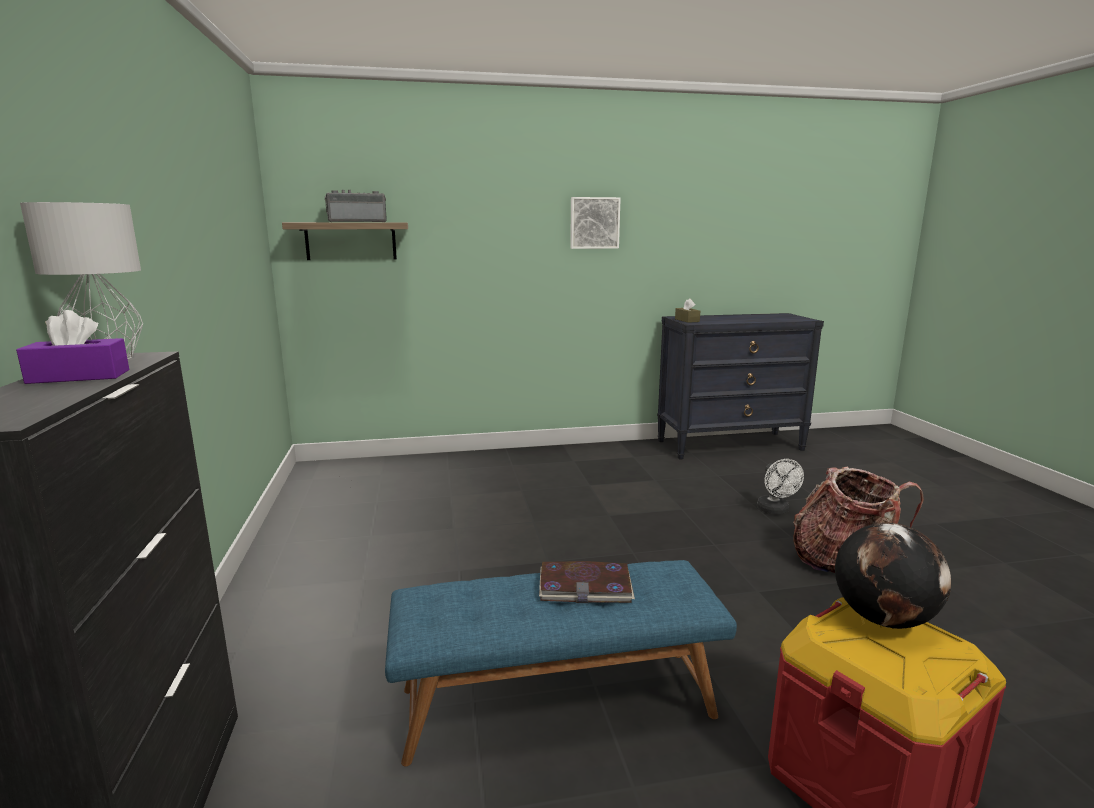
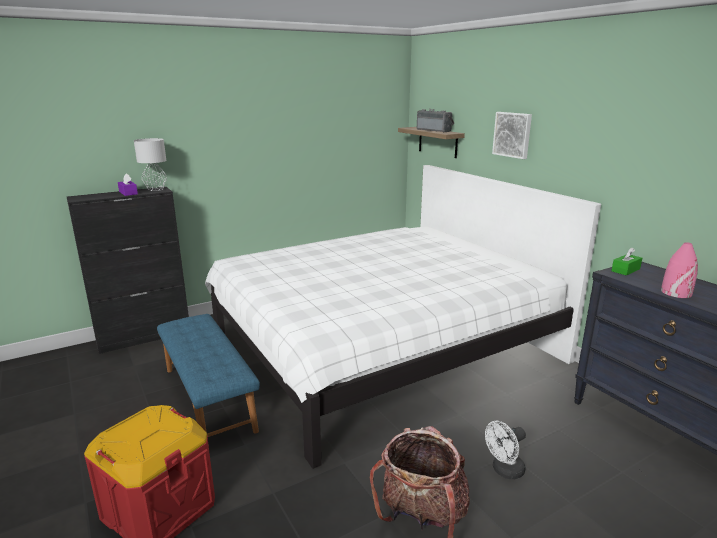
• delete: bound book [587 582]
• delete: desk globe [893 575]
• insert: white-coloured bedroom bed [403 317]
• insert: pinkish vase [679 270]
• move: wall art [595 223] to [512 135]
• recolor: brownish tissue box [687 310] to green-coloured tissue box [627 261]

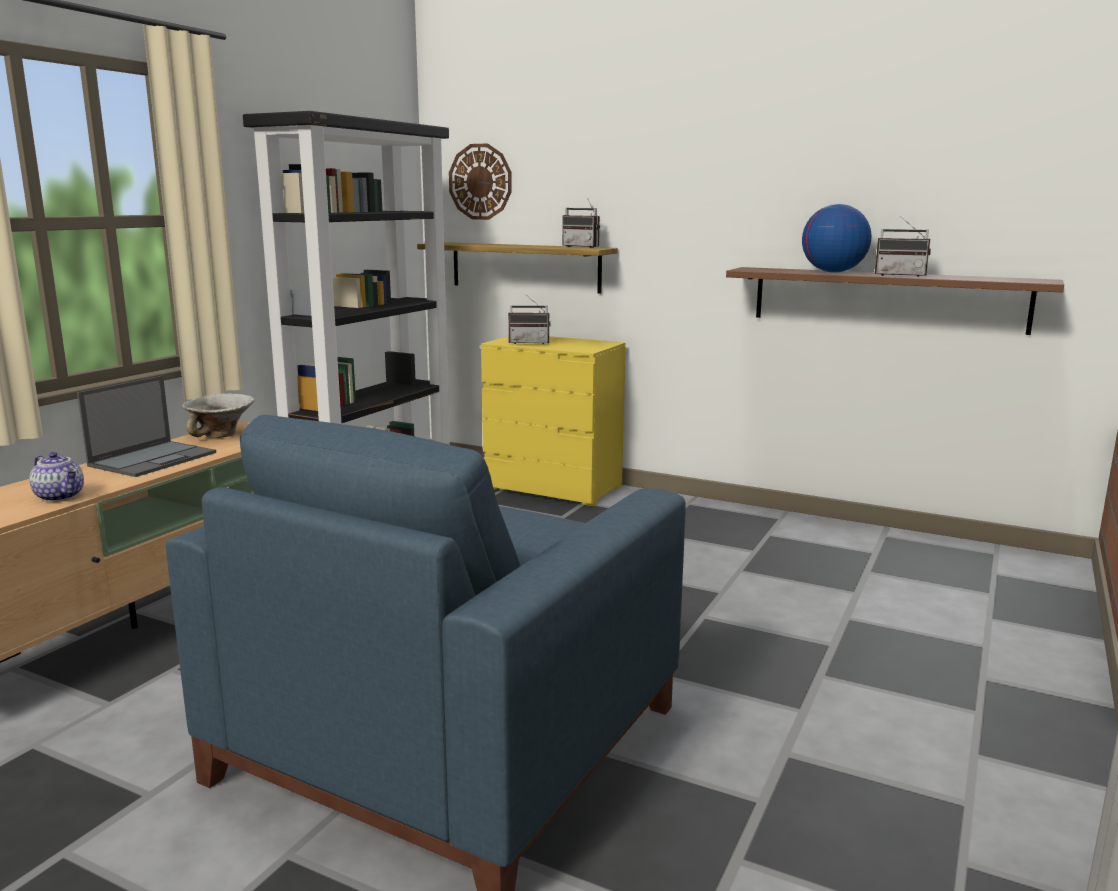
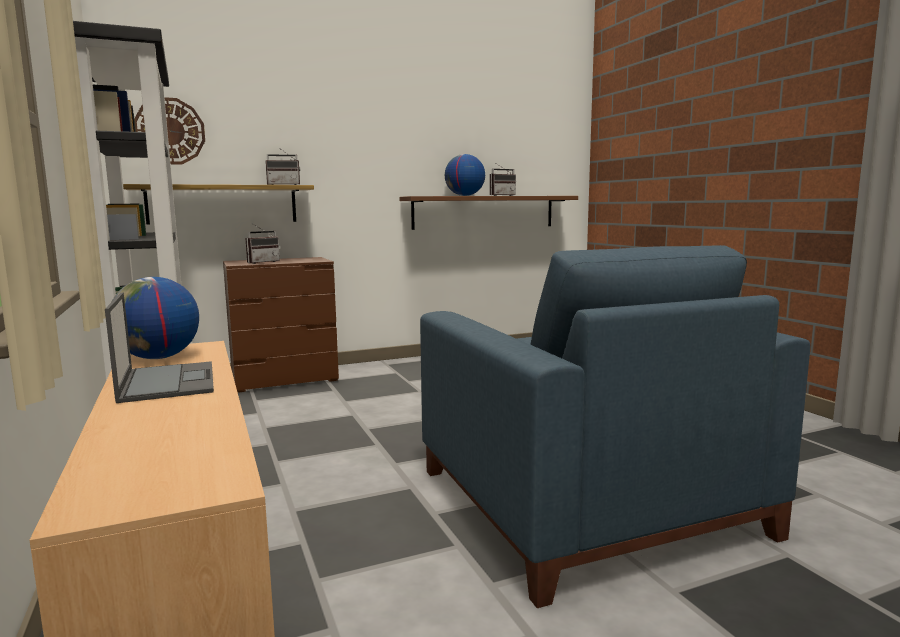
• delete: teapot [56 477]
• replace: serving bowl [218 415] to desk globe [155 318]
• recolor: yellow drawer chest [553 421] to brownish drawer chest [281 325]

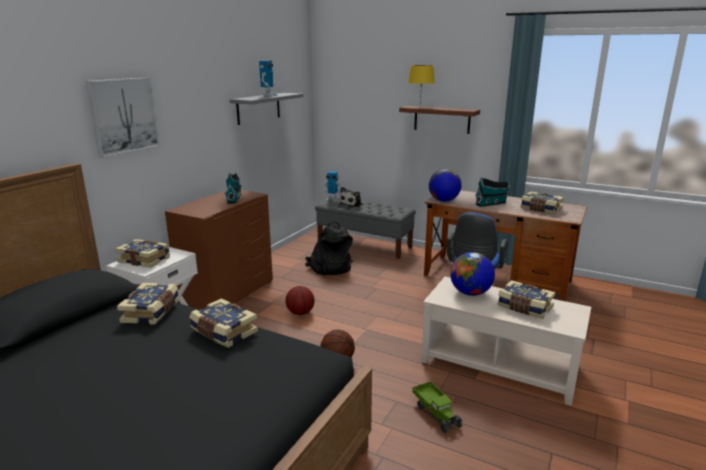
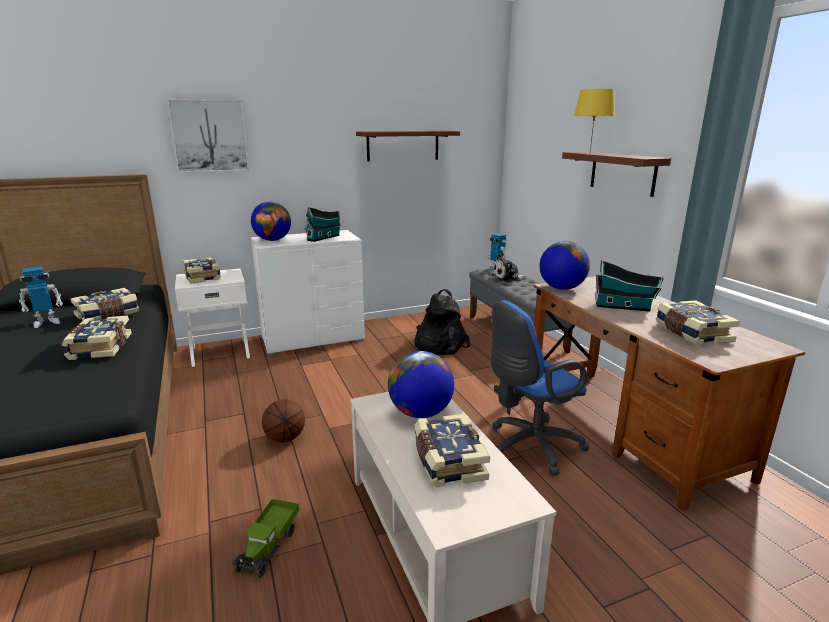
• delete: basketball ball [300 300]
• insert: desk globe [271 221]
• move: robot figure [268 79] to [41 297]
• recolor: brownish drawer chest [219 250] to white-coloured drawer chest [308 292]
• recolor: grey shelf [266 109] to brownish shelf [408 146]

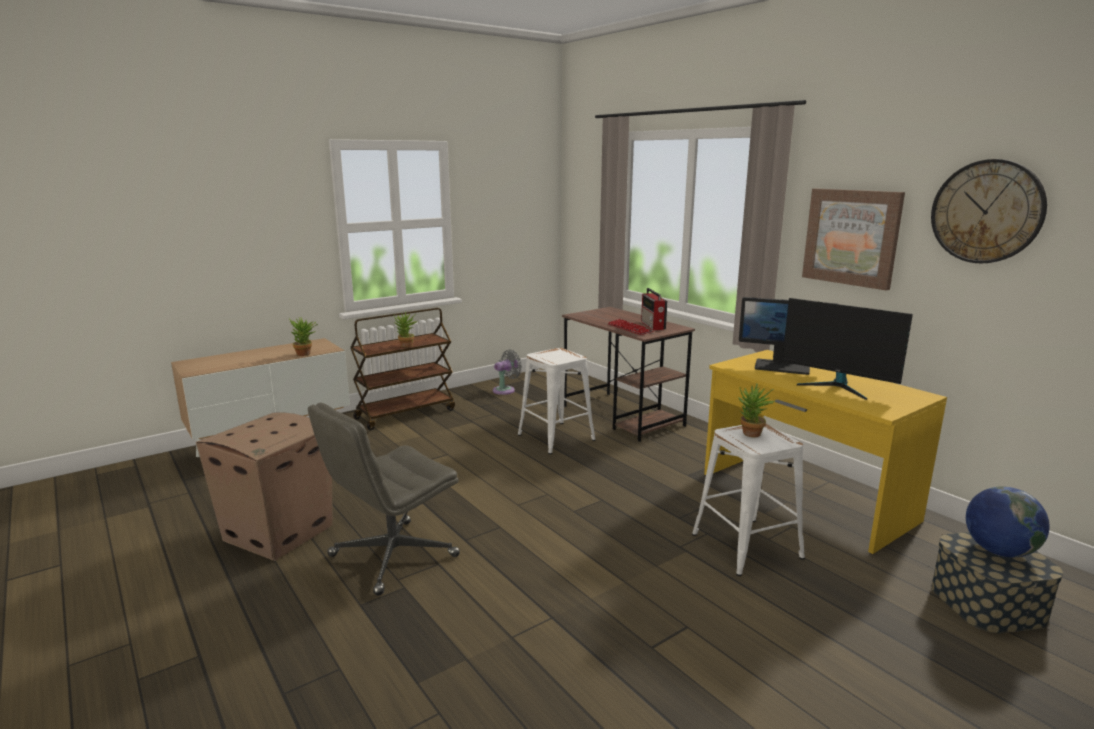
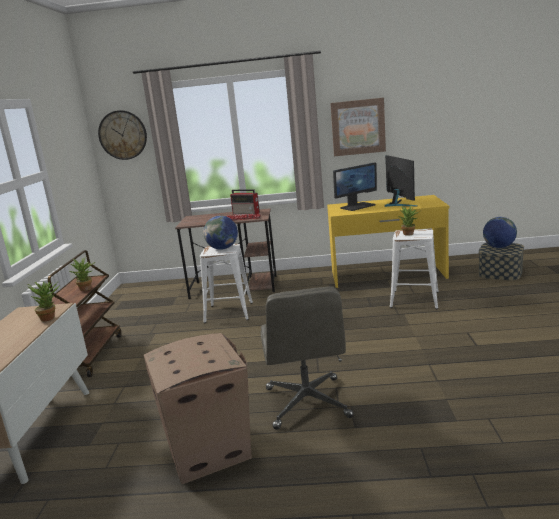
• delete: grey electric fan [507 372]
• insert: desk globe [221 232]
• move: hanging clock [989 211] to [122 135]
• rotate: computer screen [847 349] = [401 181] 90 degrees counterclockwise

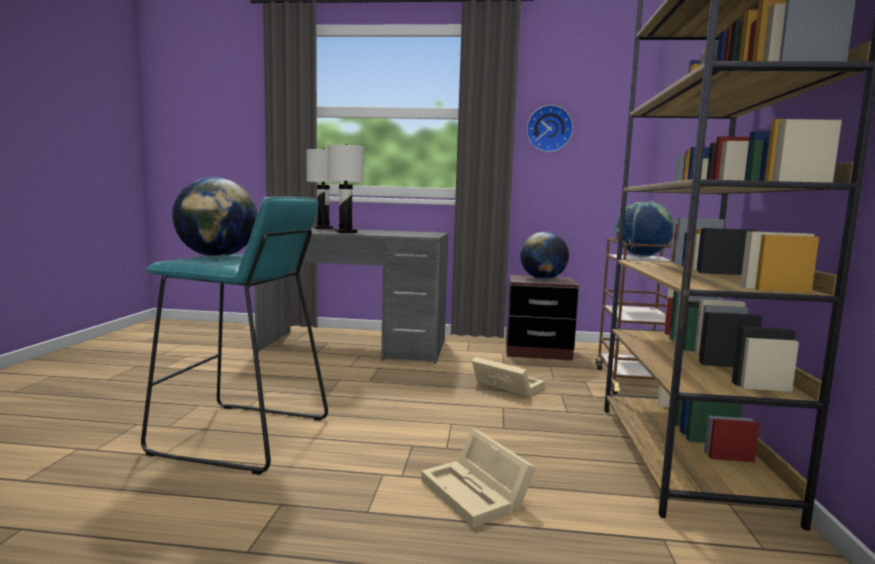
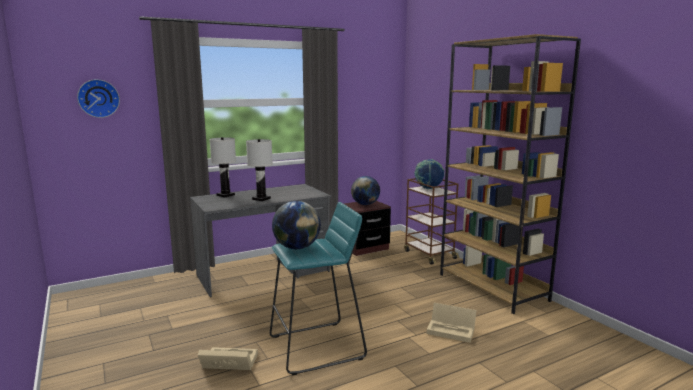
• move: beige storage box [508 376] to [228 358]
• move: hanging clock [550 128] to [98 98]

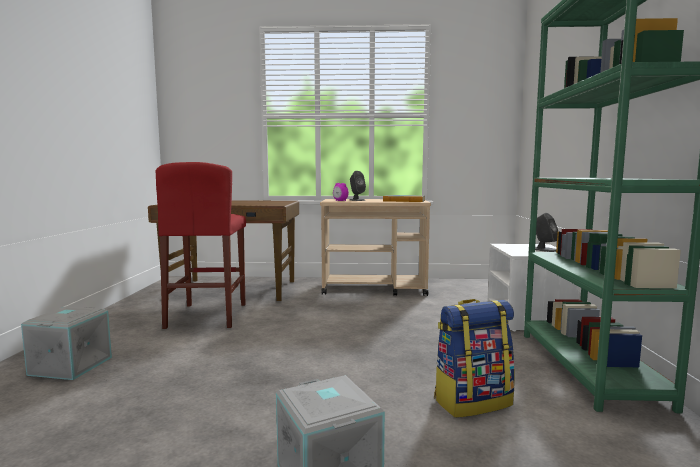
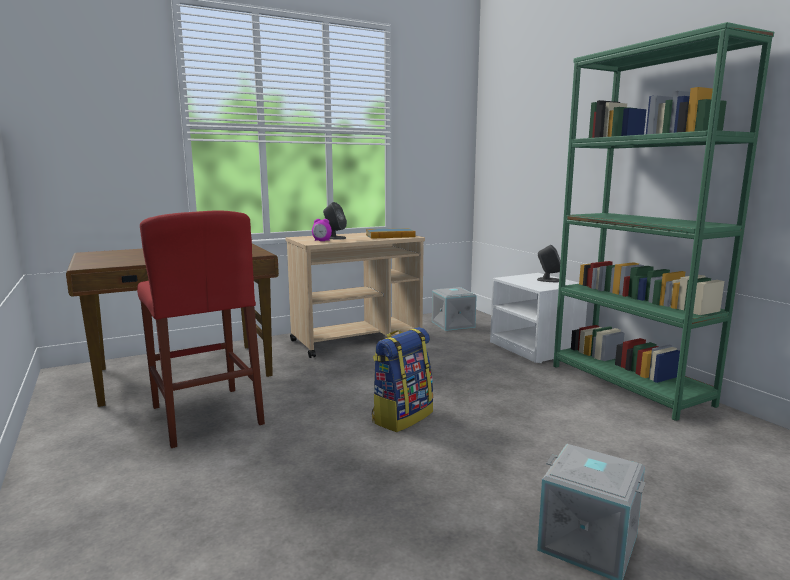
• move: grey storage box [66 343] to [454 309]
• move: backpack [474 358] to [403 379]

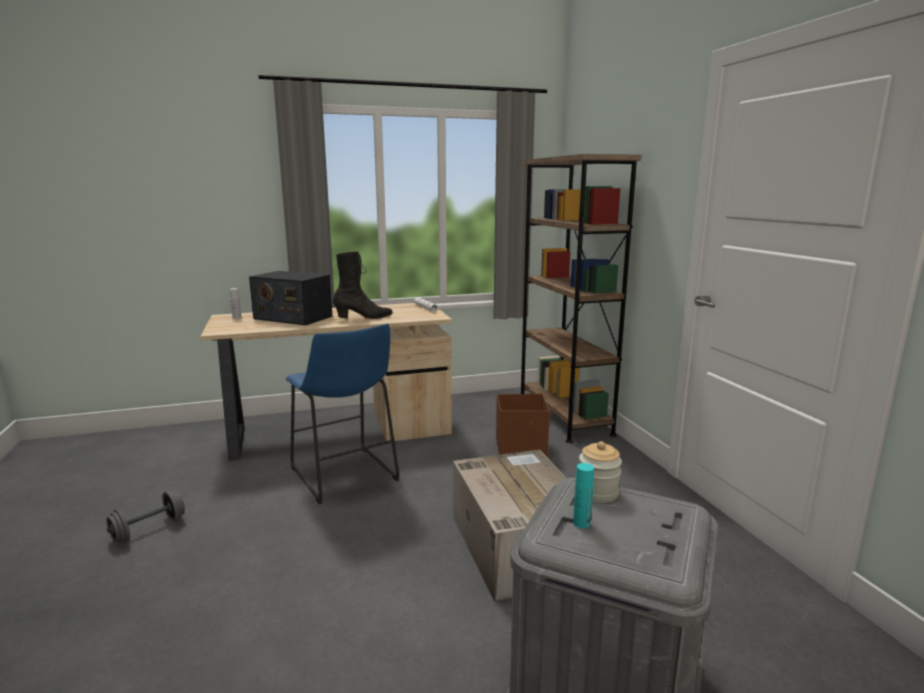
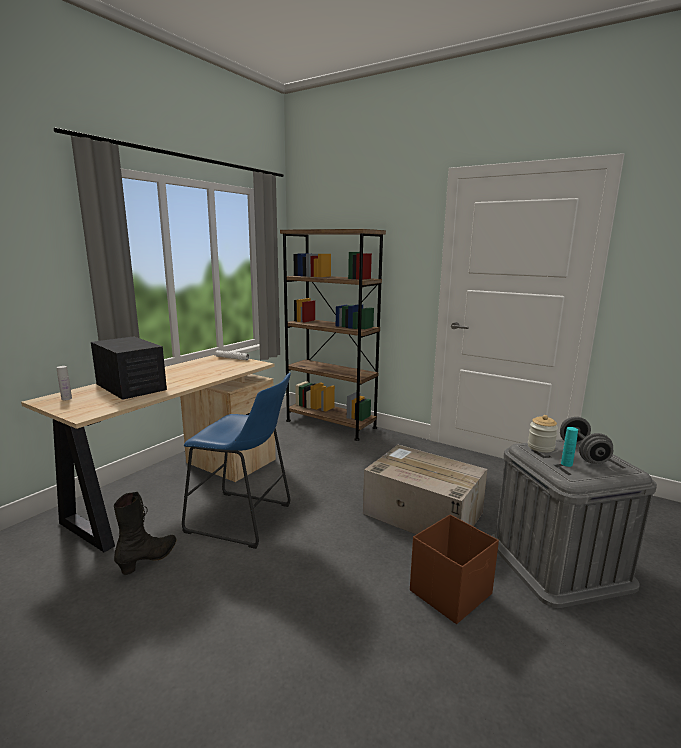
• move: grey hand weight [145 516] to [586 440]
• move: blackish high-top boot [363 285] to [145 533]
• move: brownish storage box [523 425] to [454 569]
• rotate: radio [291 298] = [129 368] 120 degrees counterclockwise

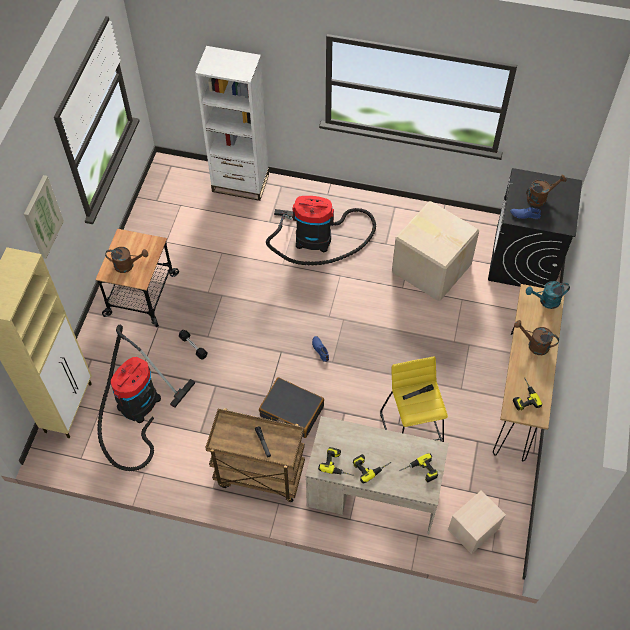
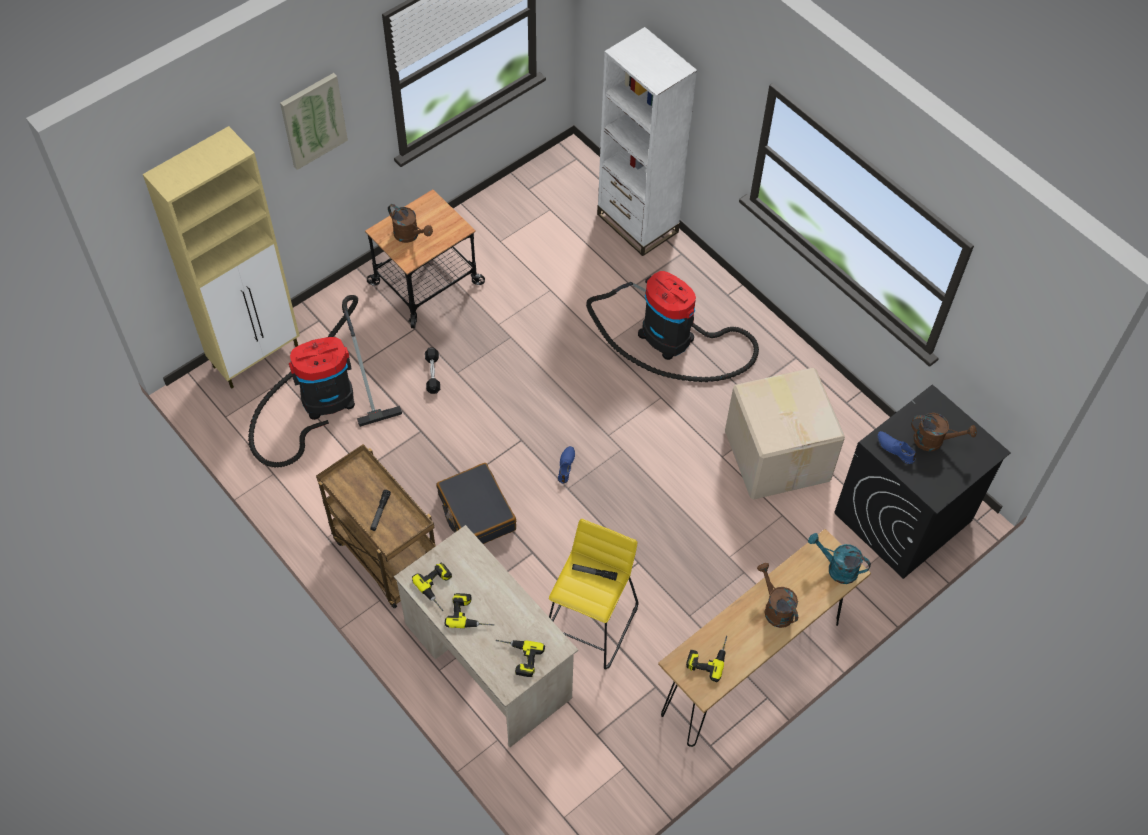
• delete: beige storage box [477 522]

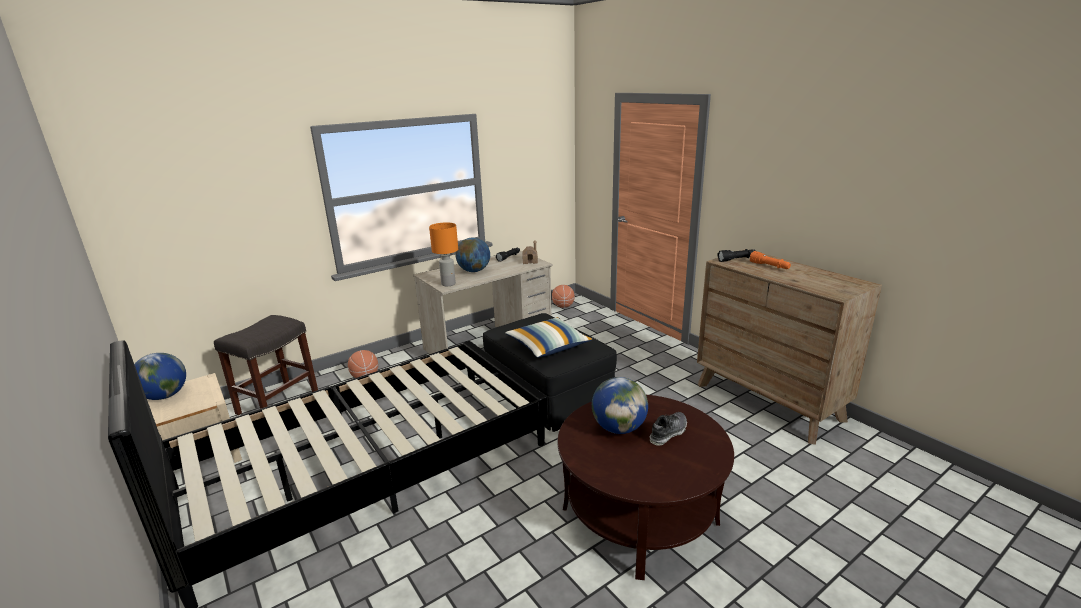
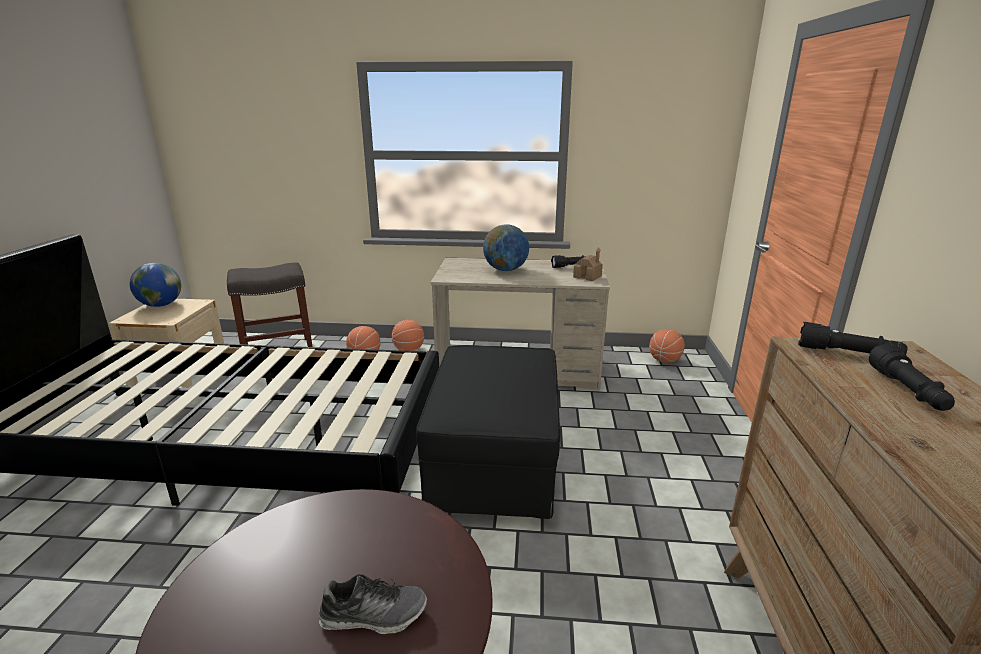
• delete: orange table lamp [443 254]
• delete: throw pillow [549 337]
• delete: desk globe [620 405]
• insert: basketball ball [408 335]
• recolor: orange flashlight [770 260] to blackish flashlight [911 377]

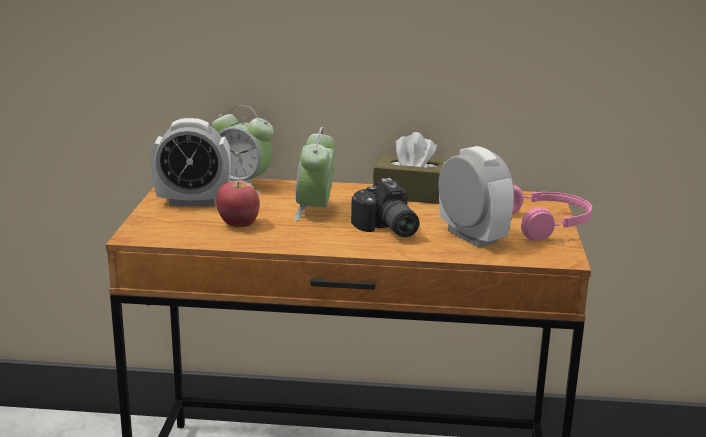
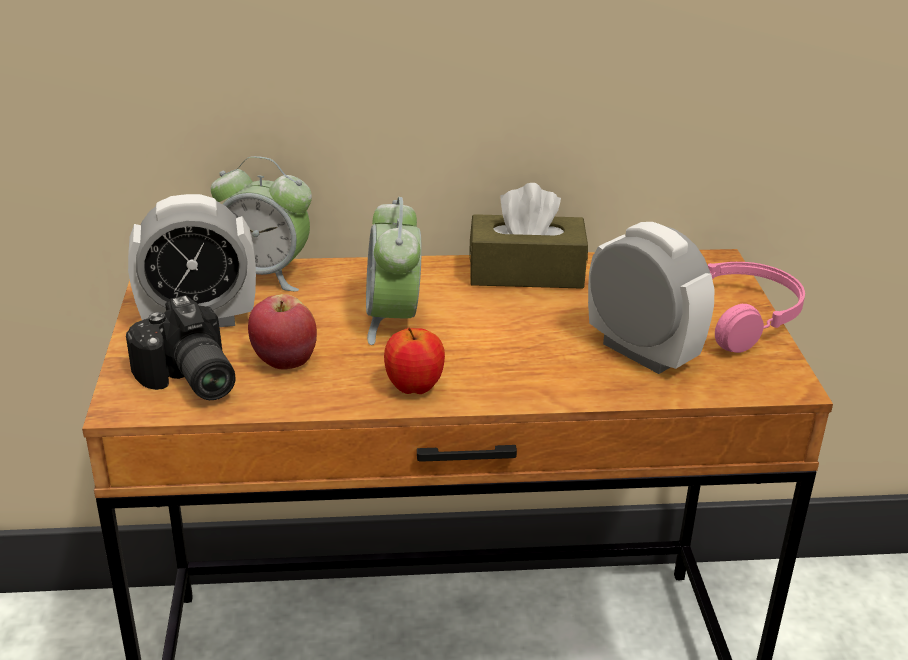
• insert: apple fruit [414 360]
• move: photo camera [385 207] to [180 347]

